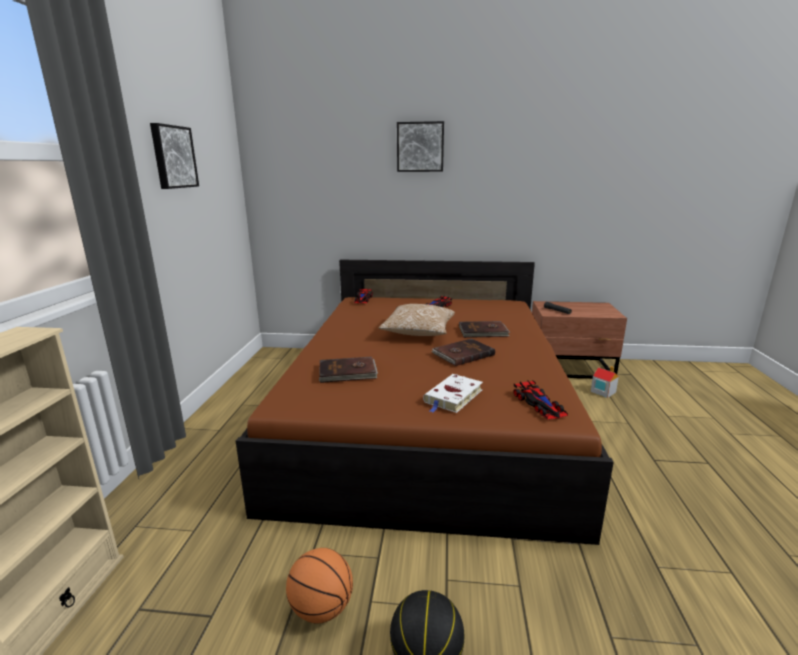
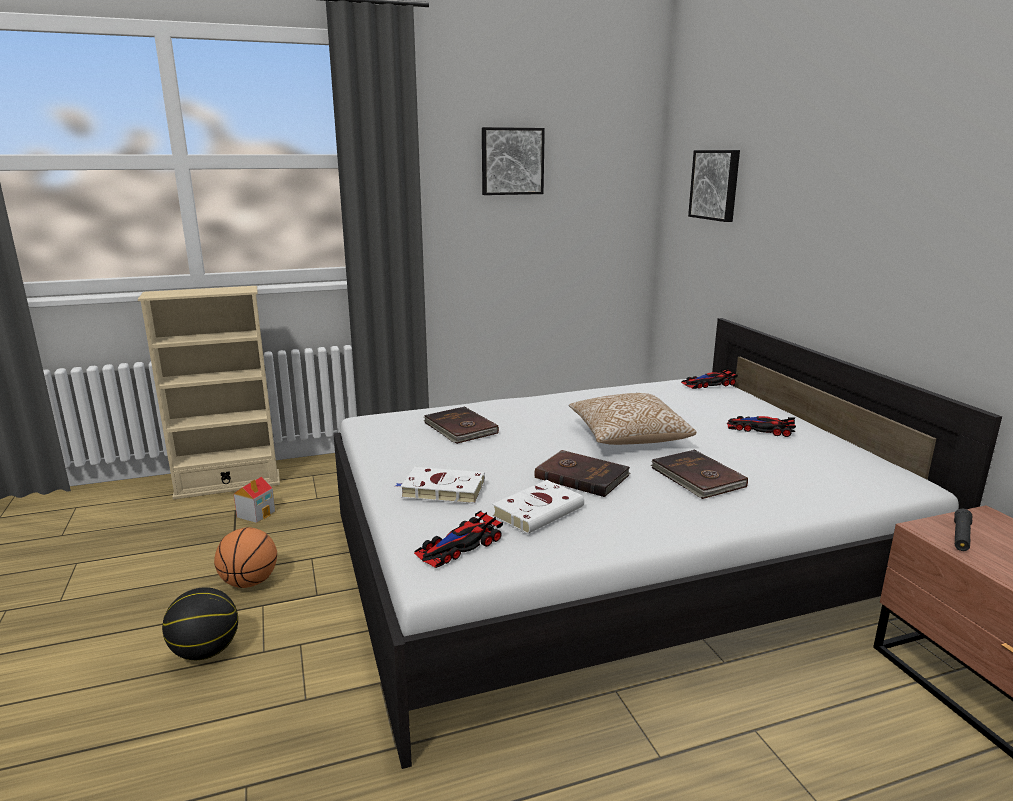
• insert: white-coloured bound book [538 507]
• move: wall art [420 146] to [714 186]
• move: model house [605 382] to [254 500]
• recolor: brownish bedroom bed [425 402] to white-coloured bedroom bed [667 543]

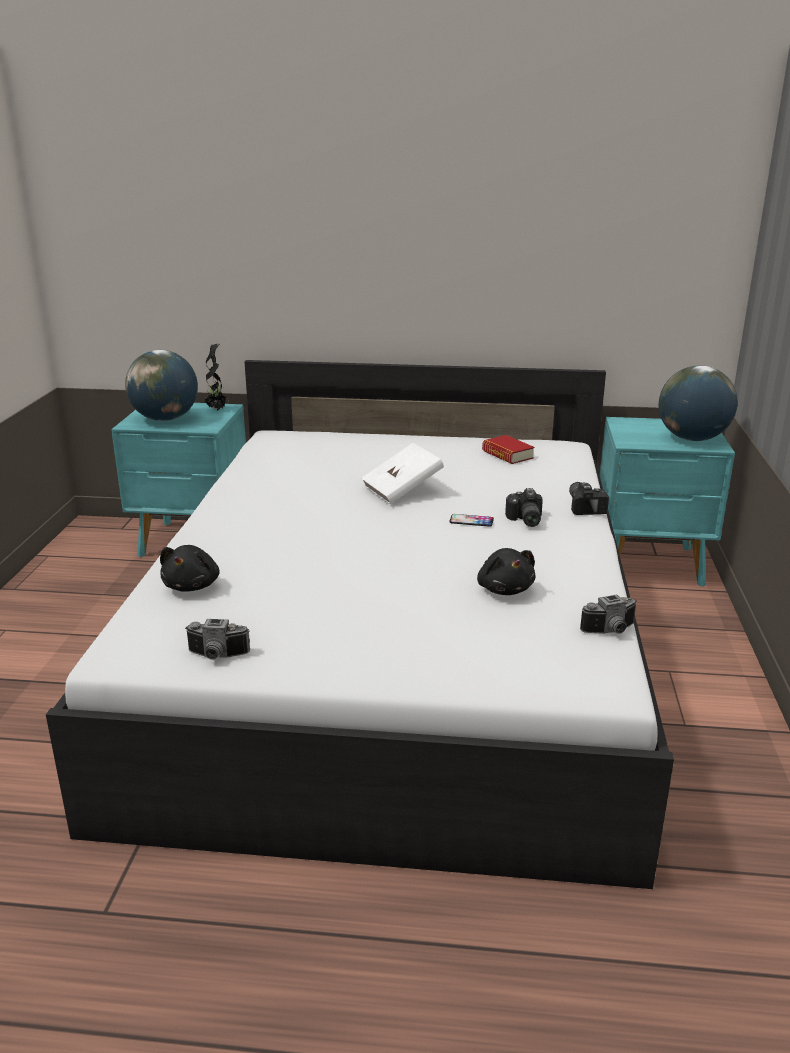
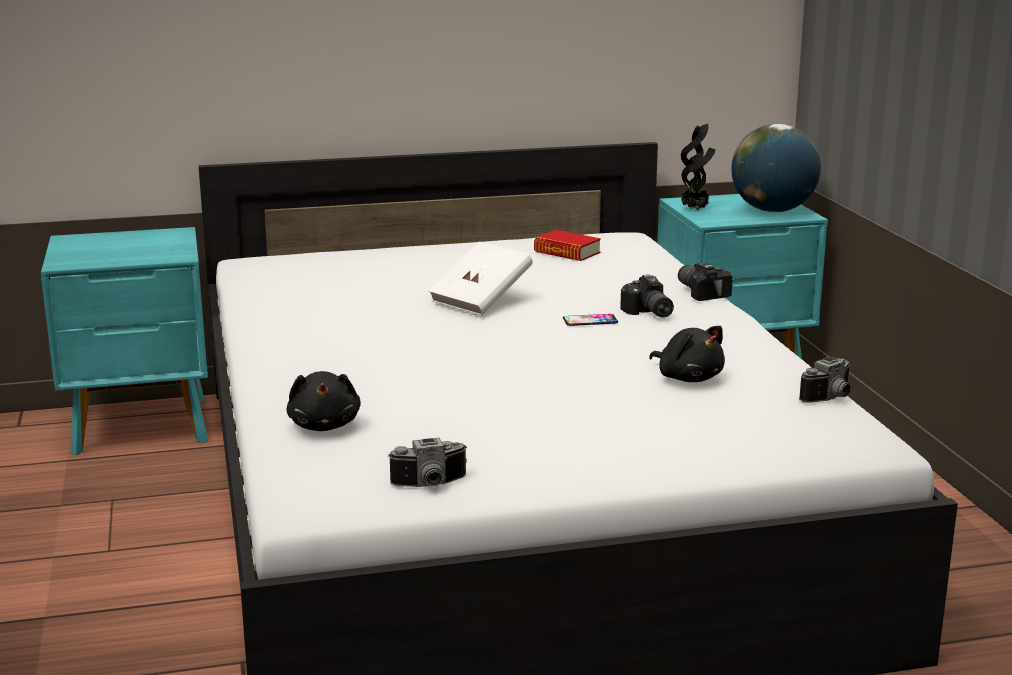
• delete: desk globe [161 385]
• move: potted plant [215 377] to [698 167]

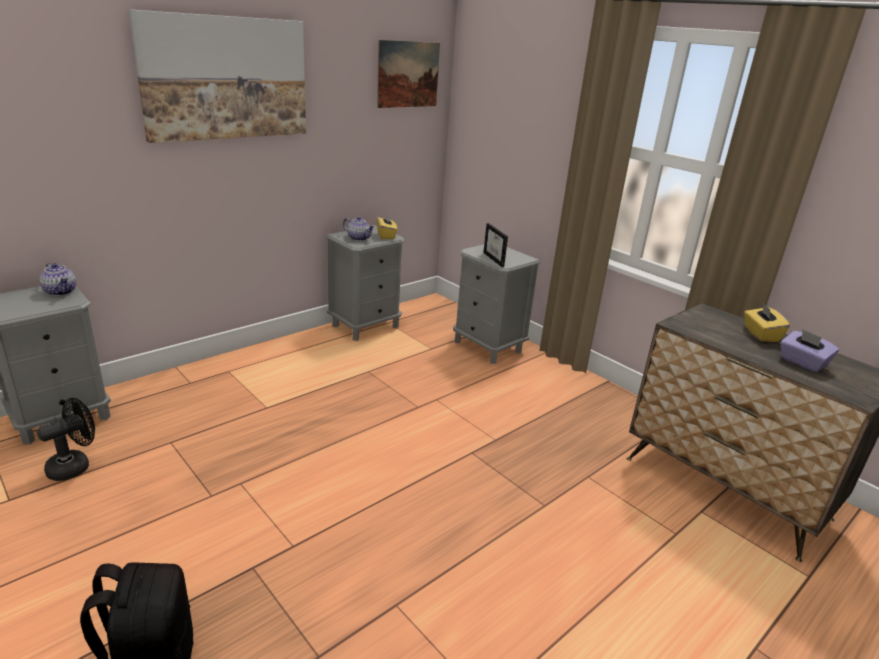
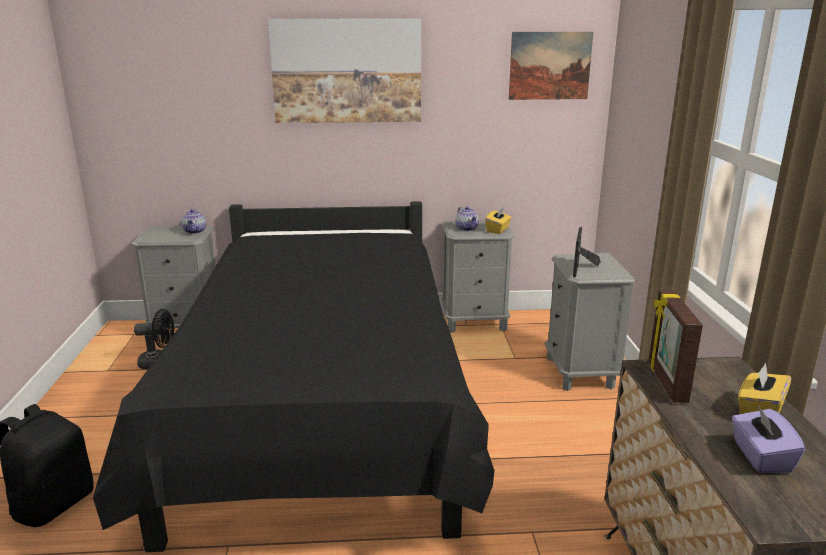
• insert: blackish bedroom bed [294 377]
• insert: picture frame [676 346]

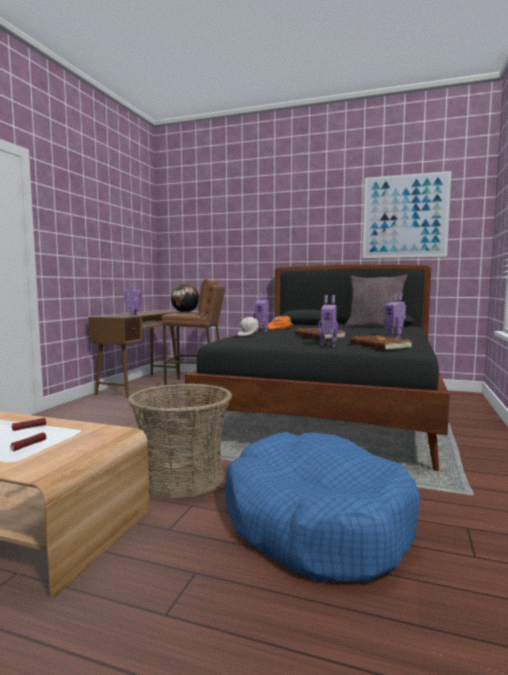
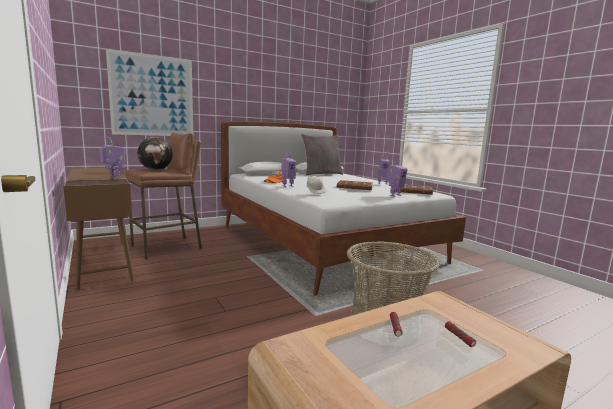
• delete: blue-coloured dog bed [323 507]
• move: wall art [406 214] to [150 93]
• recolor: blackish bedroom bed [317 367] to white-coloured bedroom bed [343 208]

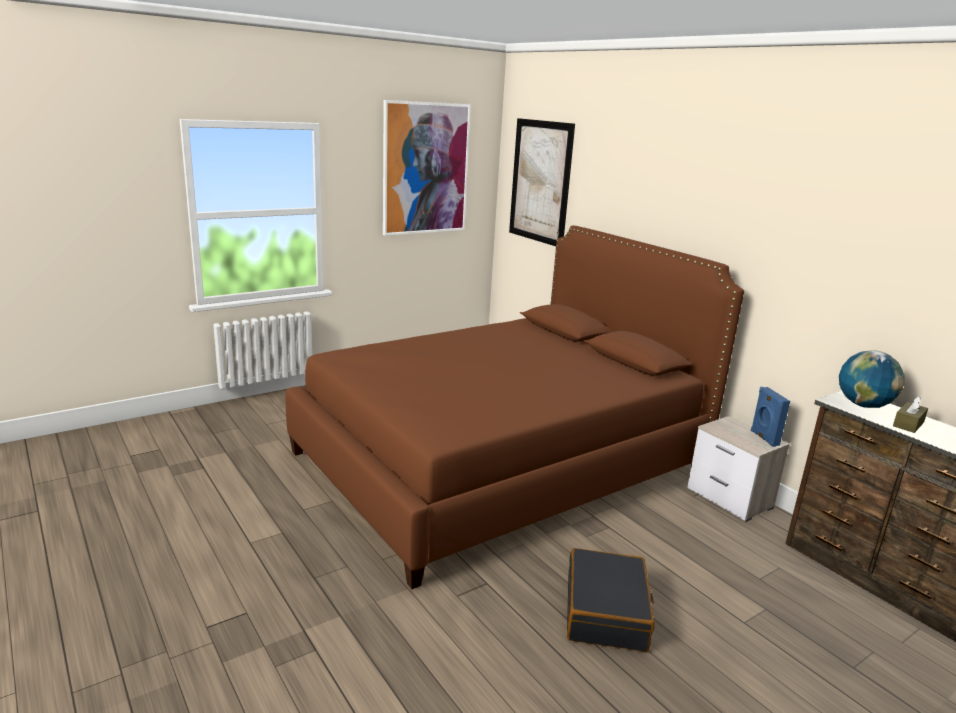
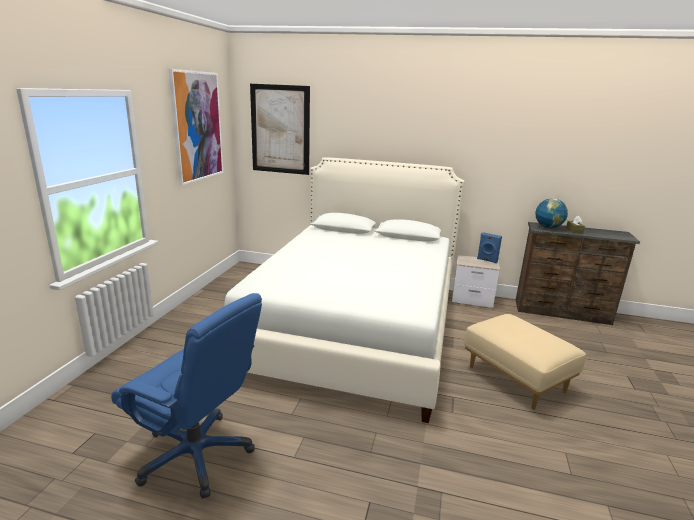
• insert: blue-coloured computer chair [186 396]
• replace: blackish travel case [611 600] to beige footrest [525 362]
• recolor: brownish bedroom bed [514 407] to white-coloured bedroom bed [344 290]

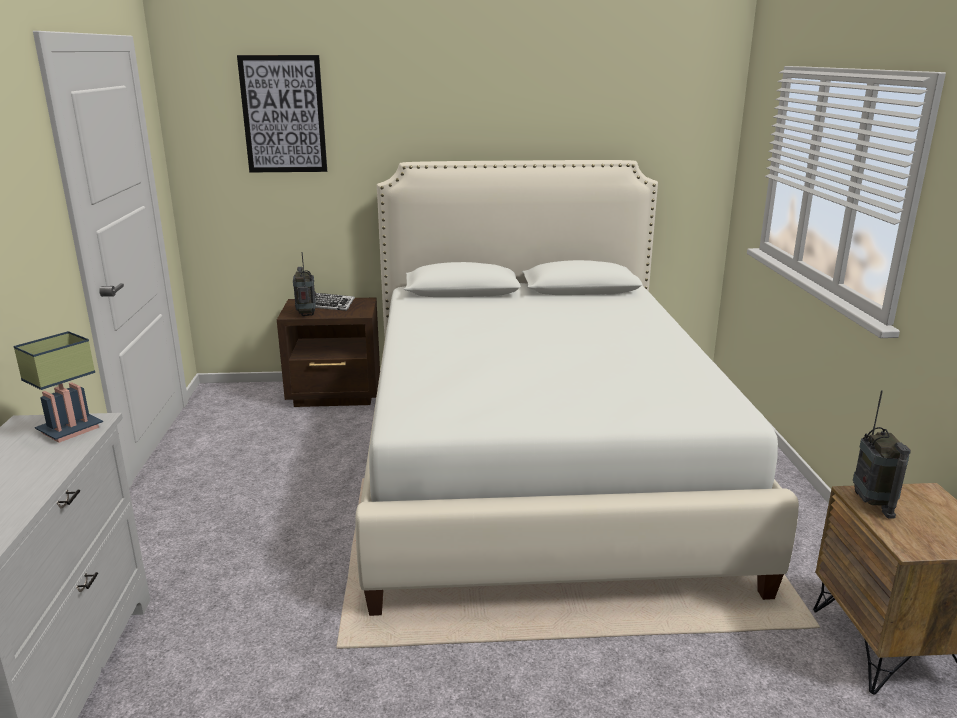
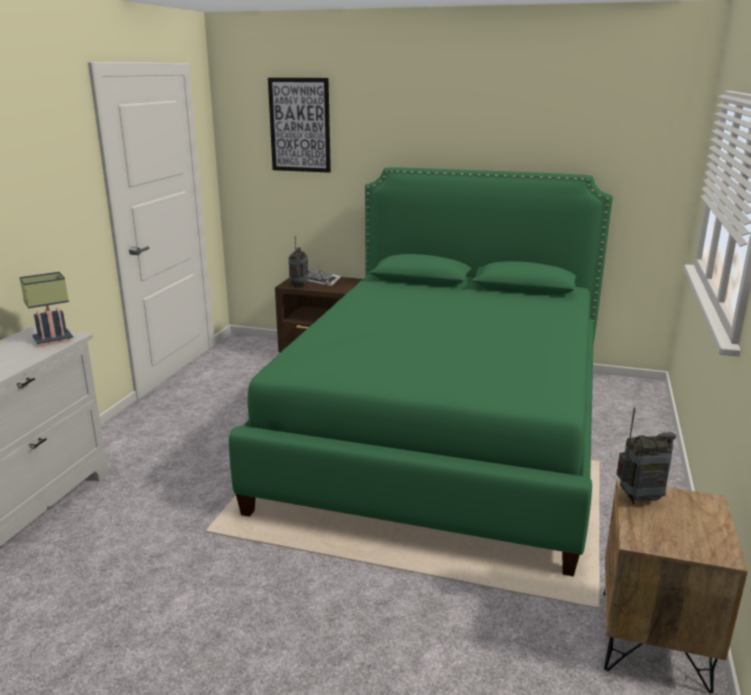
• recolor: white-coloured bedroom bed [577 388] to green-coloured bedroom bed [421 372]
• rotate: radio [882 454] = [646 456] 120 degrees counterclockwise

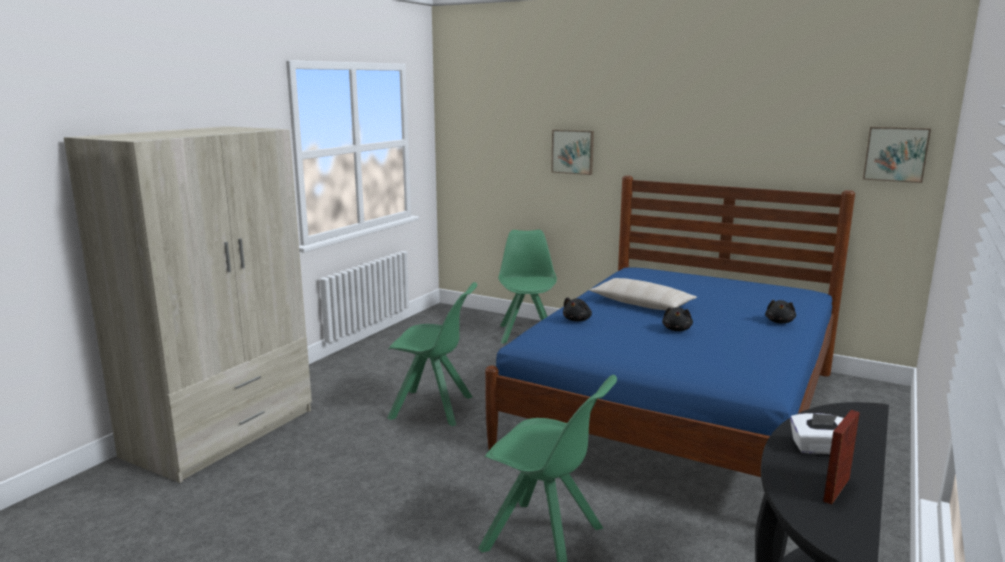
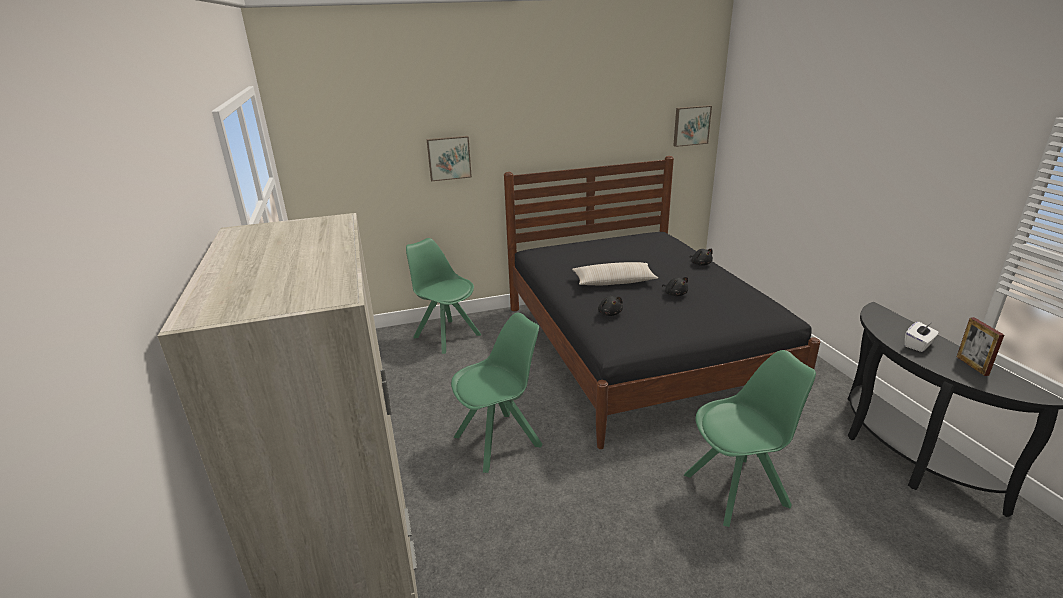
• recolor: blue-coloured bedroom bed [670 326] to blackish bedroom bed [662 302]

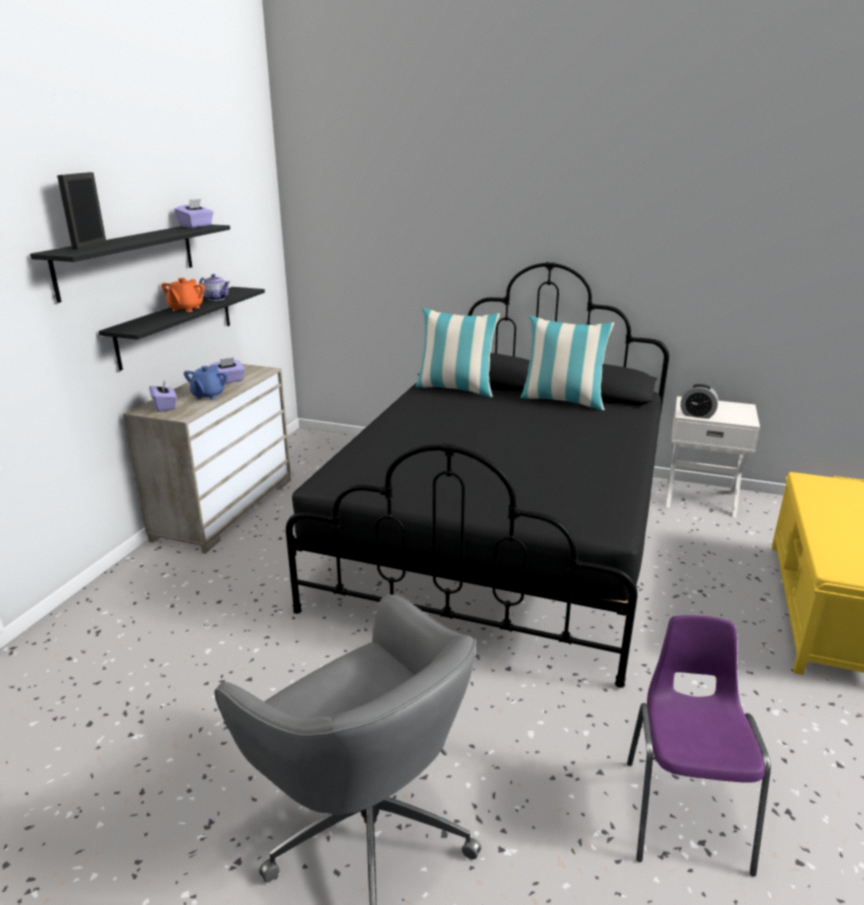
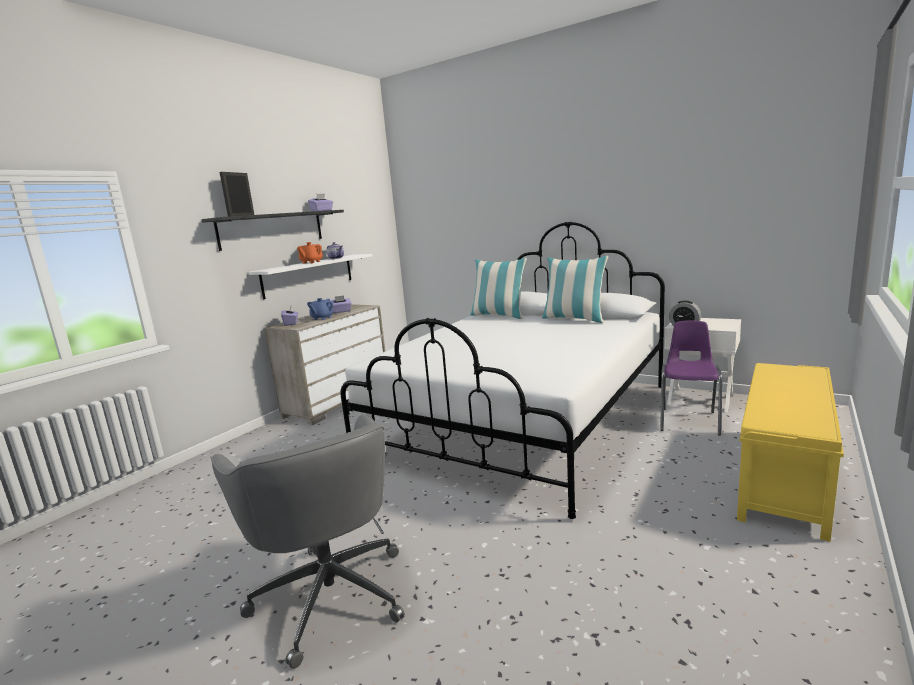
• move: purple plain chair [699 746] to [691 378]
• recolor: blackish shelf [181 329] to white-coloured shelf [310 276]
• recolor: blackish bedroom bed [477 475] to white-coloured bedroom bed [502 370]

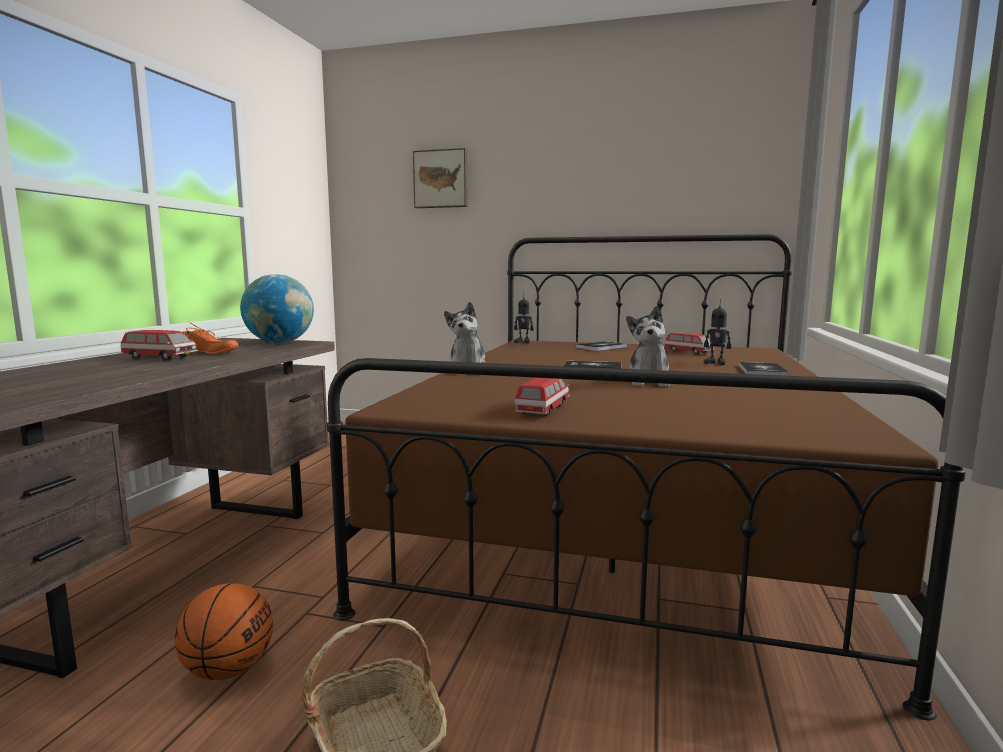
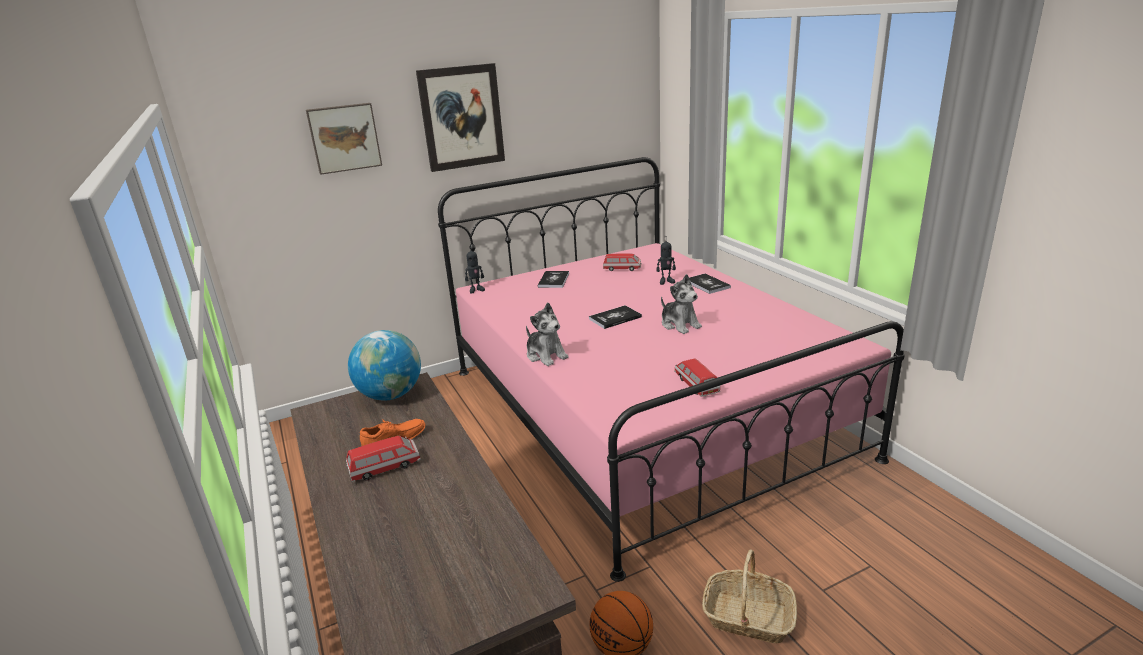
• insert: wall art [460 117]
• recolor: brownish bedroom bed [646 477] to pinkish bedroom bed [671 369]

